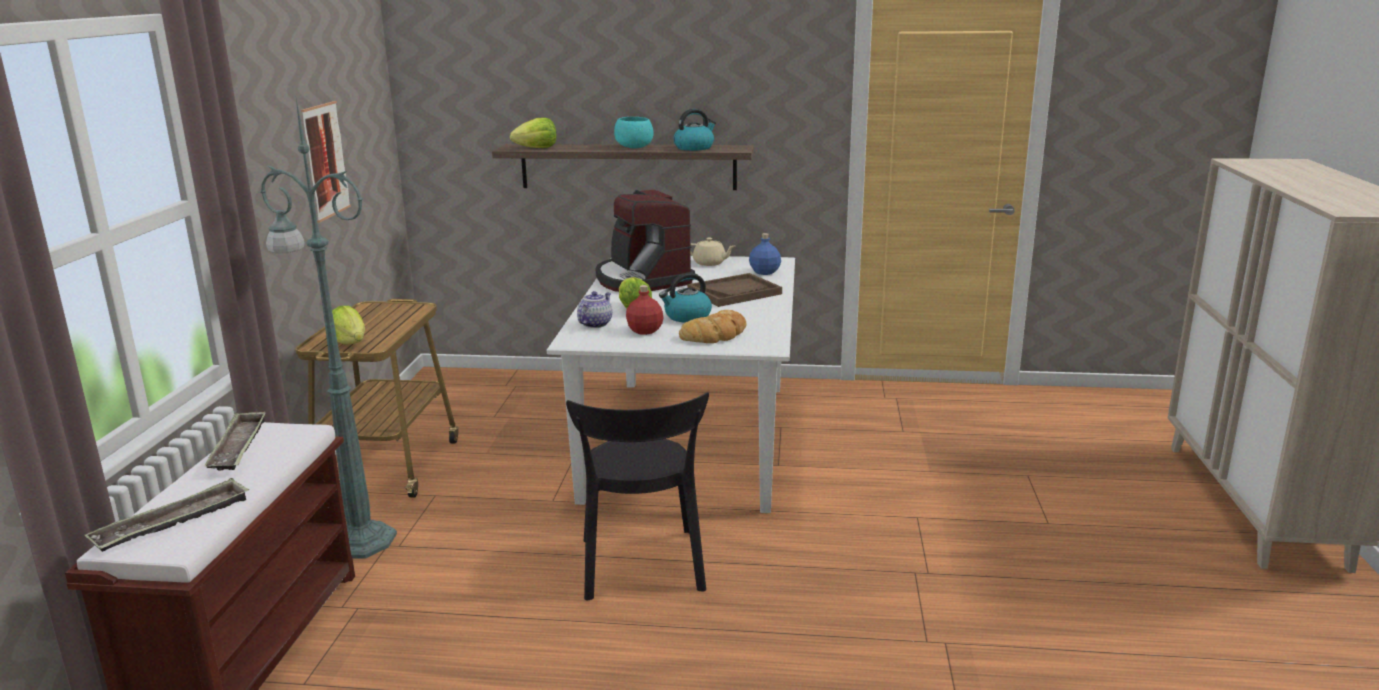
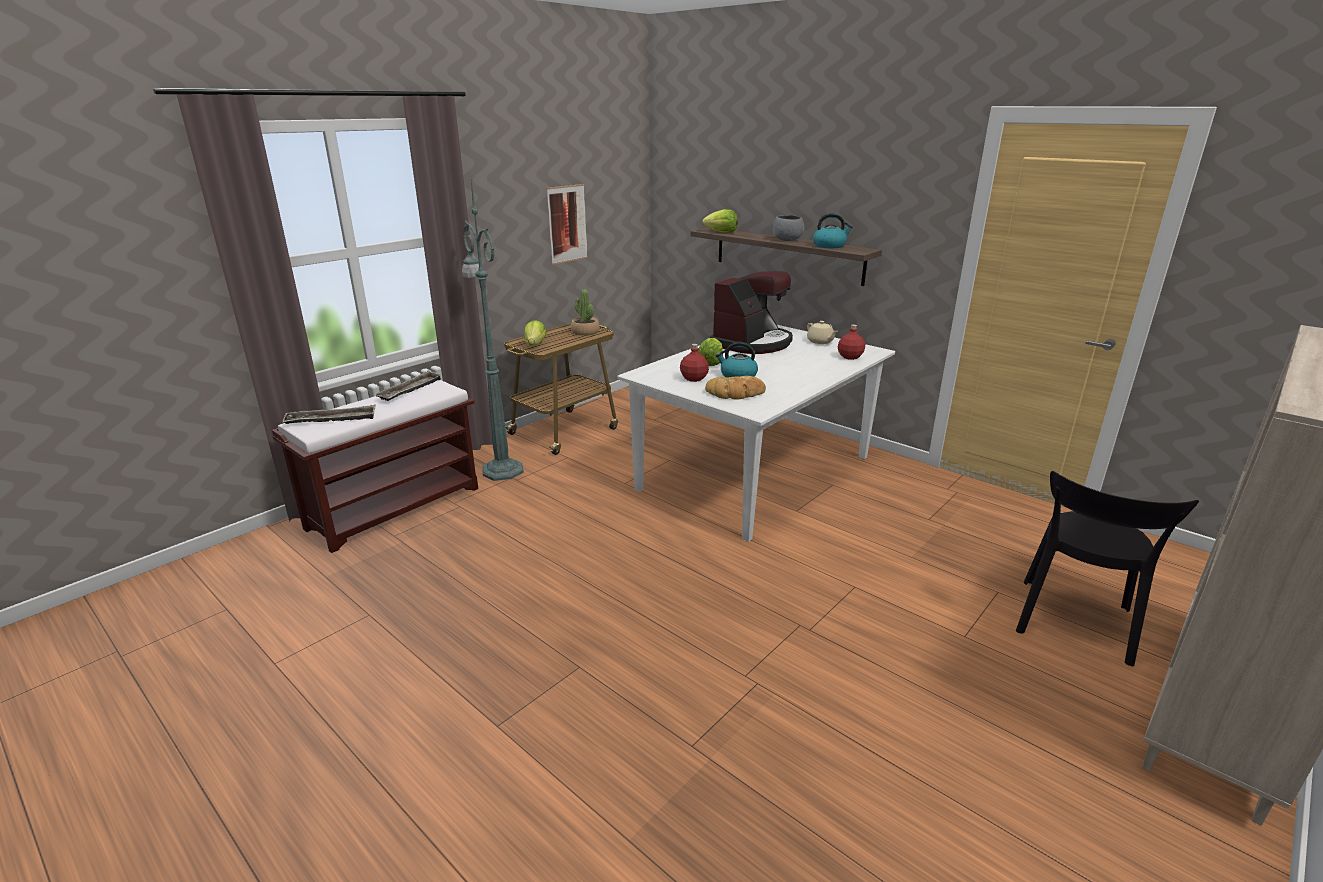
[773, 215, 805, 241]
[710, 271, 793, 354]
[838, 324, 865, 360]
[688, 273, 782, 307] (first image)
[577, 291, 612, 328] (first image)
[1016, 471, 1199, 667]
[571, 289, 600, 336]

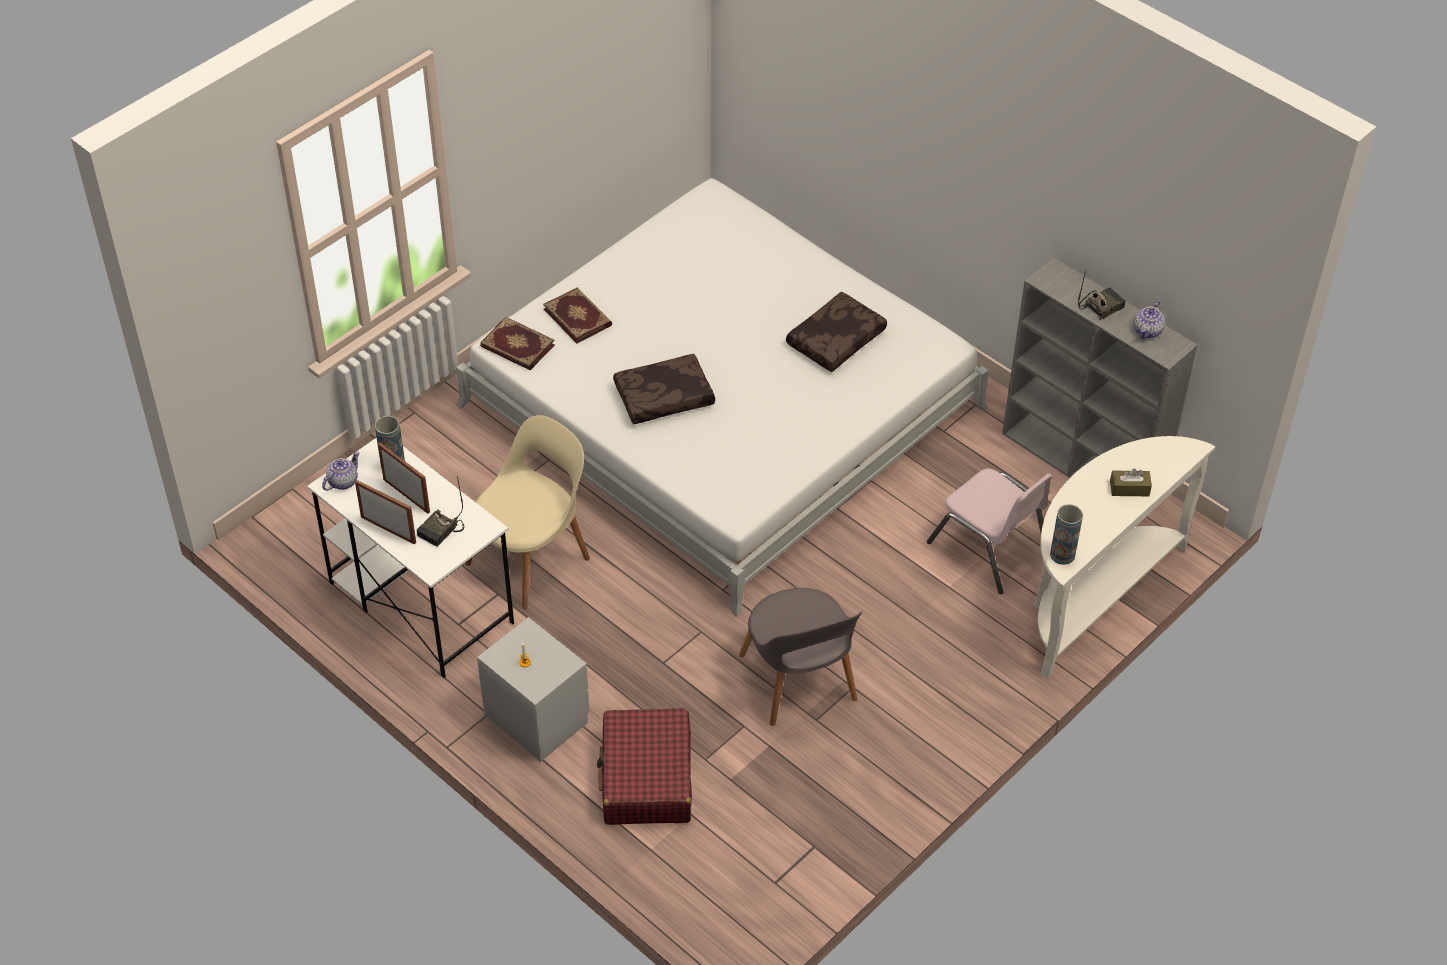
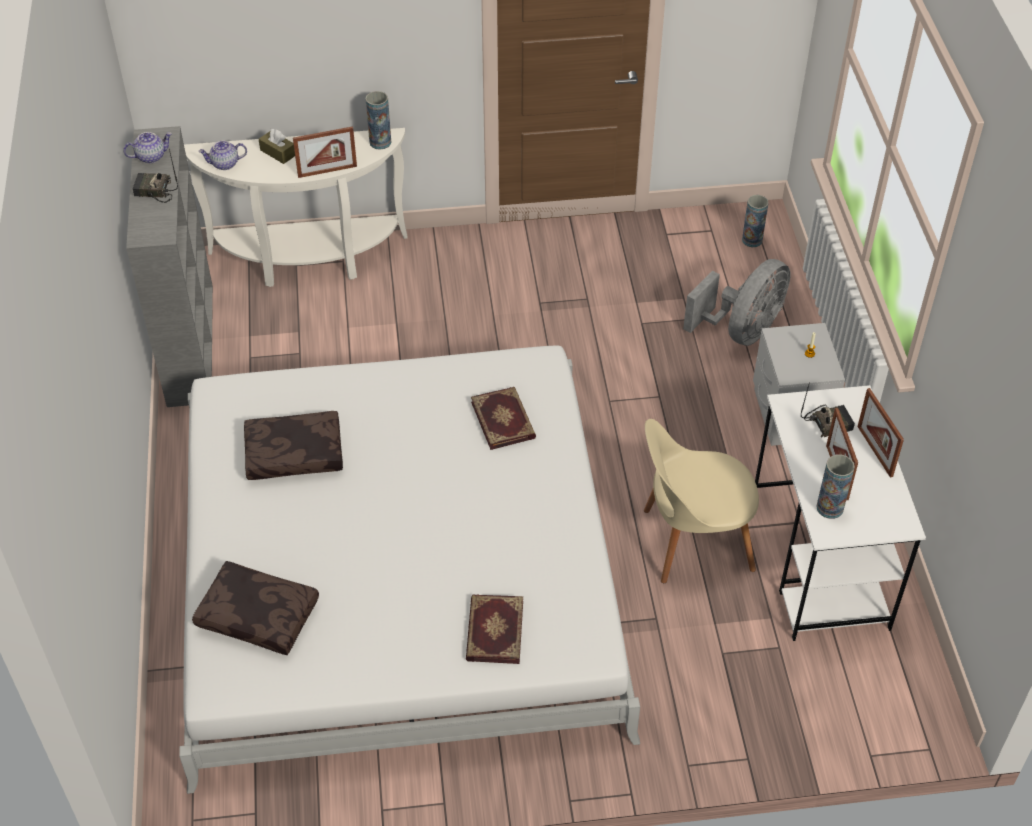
[471, 387, 536, 450]
[192, 561, 319, 655]
[198, 141, 247, 170]
[927, 468, 1052, 594] (first image)
[739, 588, 862, 726] (first image)
[683, 259, 790, 346]
[293, 126, 357, 178]
[742, 195, 769, 247]

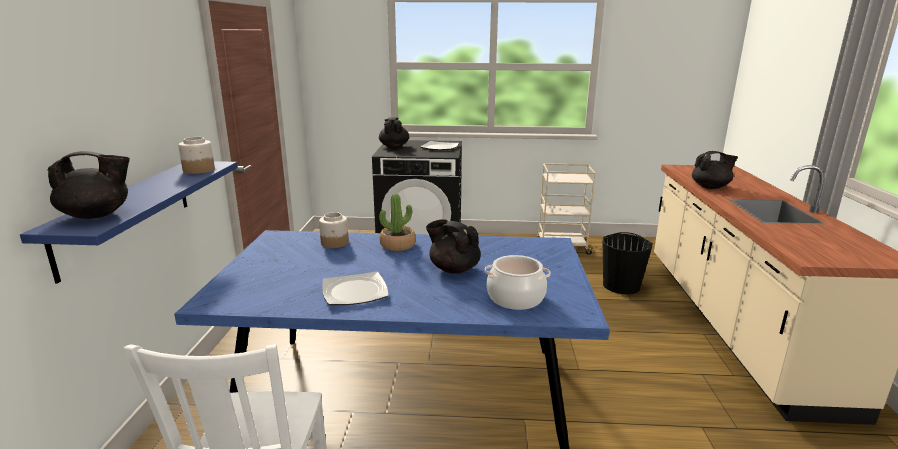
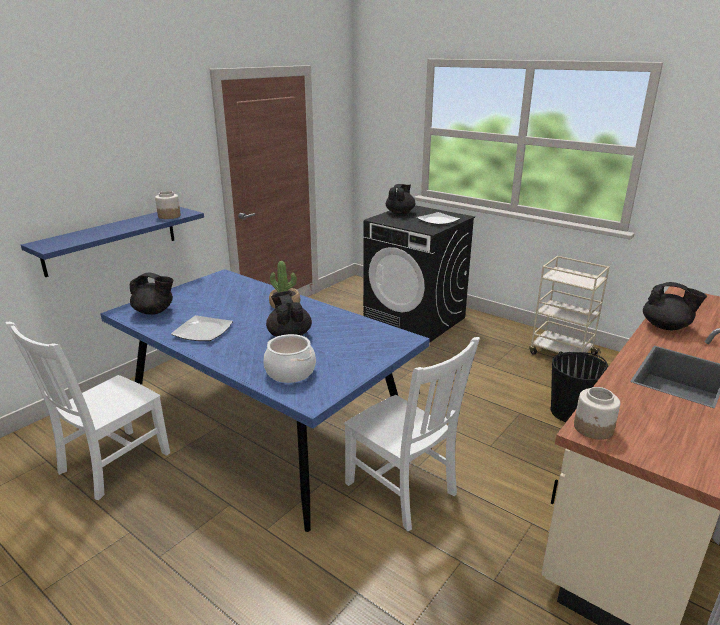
[130, 273, 173, 315]
[574, 387, 620, 440]
[344, 337, 480, 531]

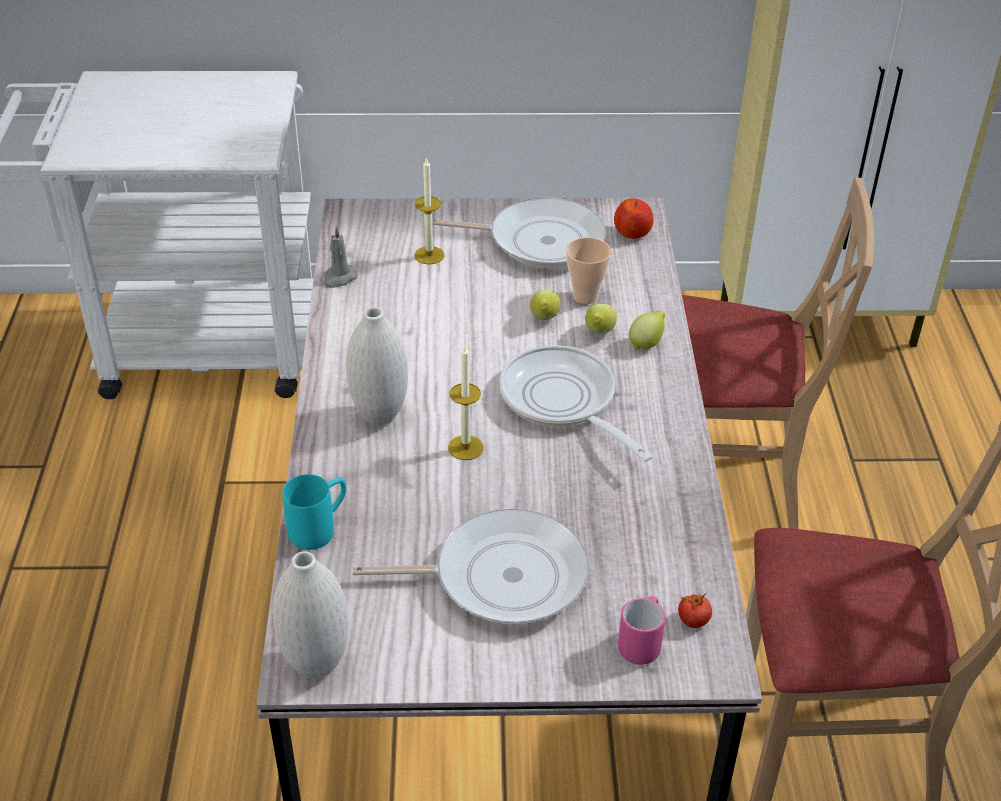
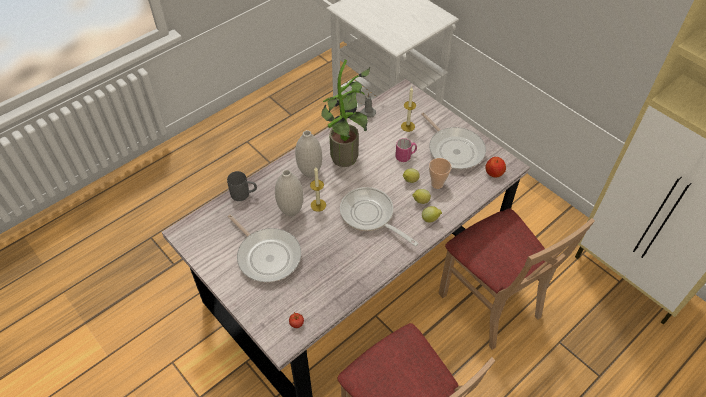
[340, 187, 419, 246]
[227, 171, 257, 201]
[275, 170, 303, 217]
[395, 138, 417, 162]
[322, 59, 371, 167]

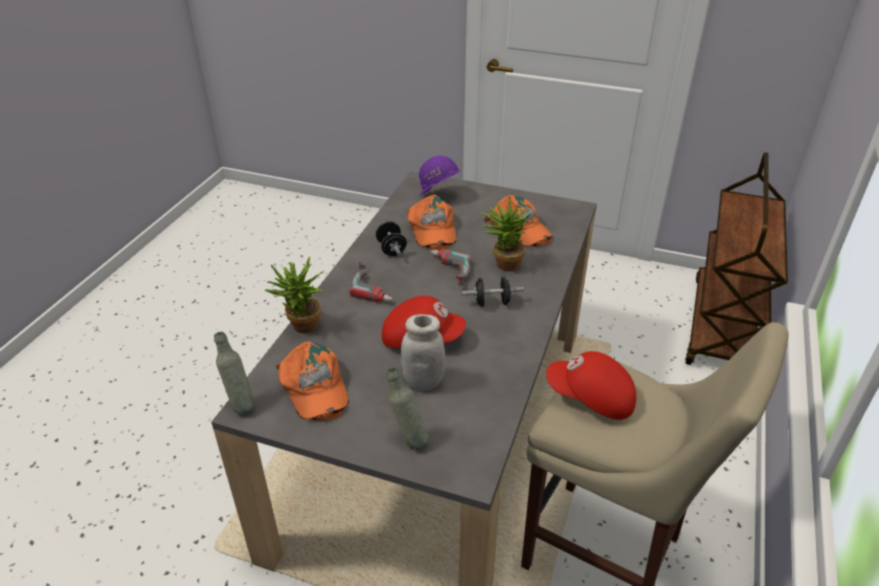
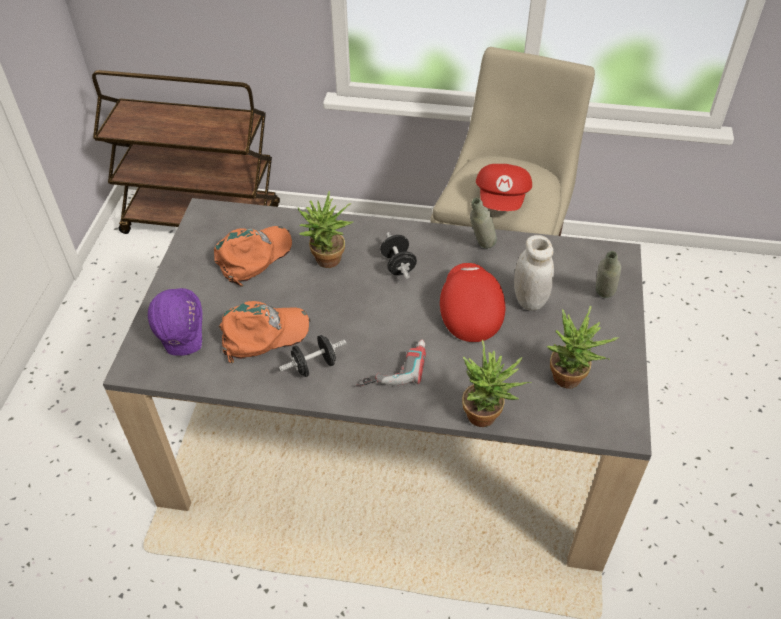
[431, 249, 472, 290] (first image)
[470, 198, 497, 249]
[547, 306, 619, 389]

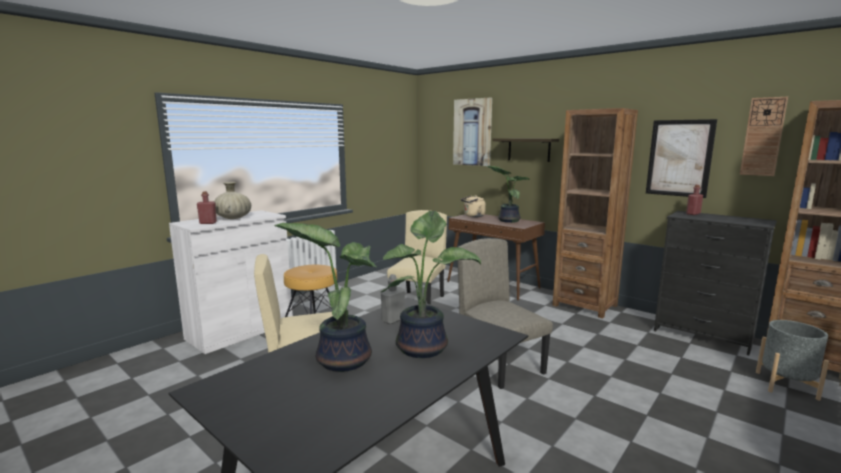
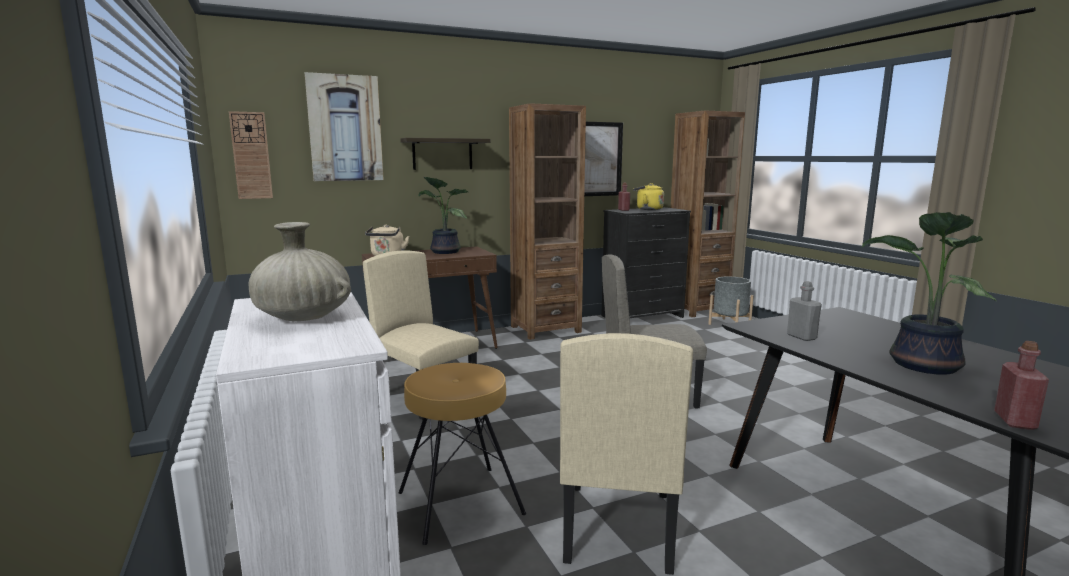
[229, 111, 273, 199]
[994, 341, 1049, 430]
[380, 211, 481, 358] (first image)
[633, 183, 664, 210]

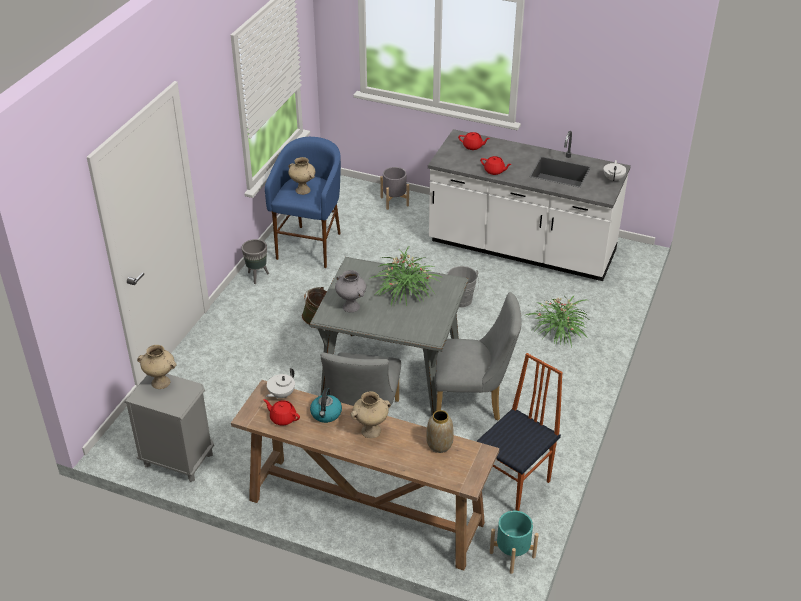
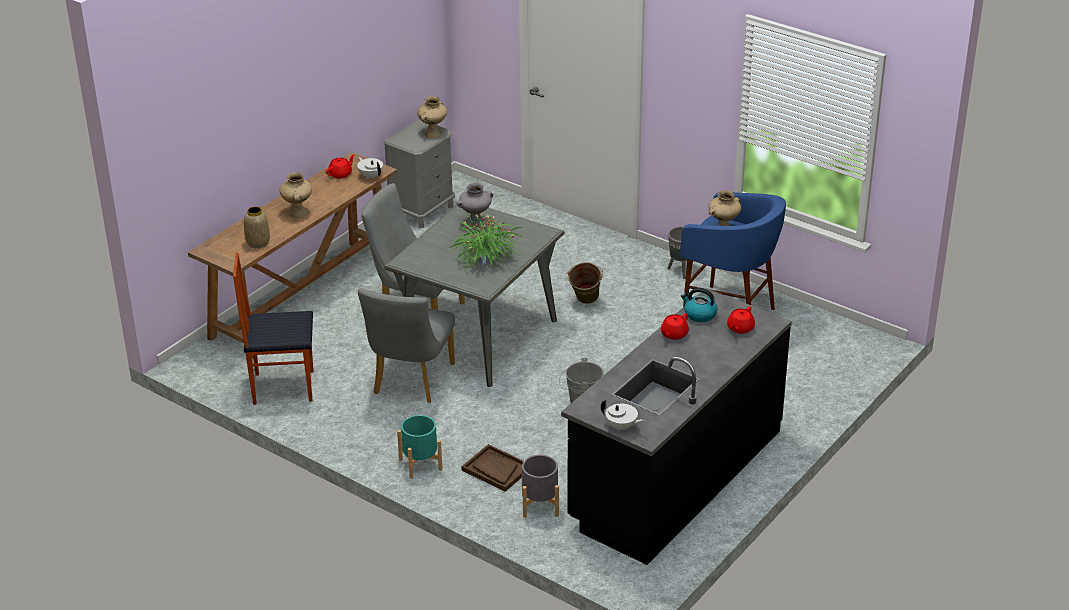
[561, 288, 792, 565]
[522, 455, 559, 518]
[462, 444, 524, 492]
[233, 252, 314, 405]
[681, 288, 718, 322]
[397, 415, 443, 479]

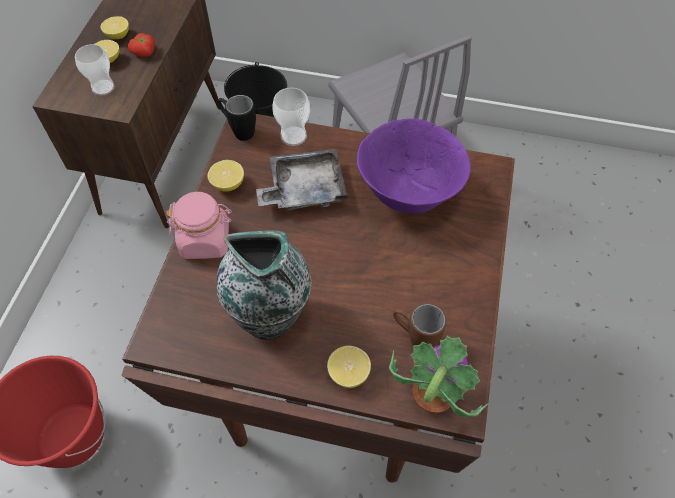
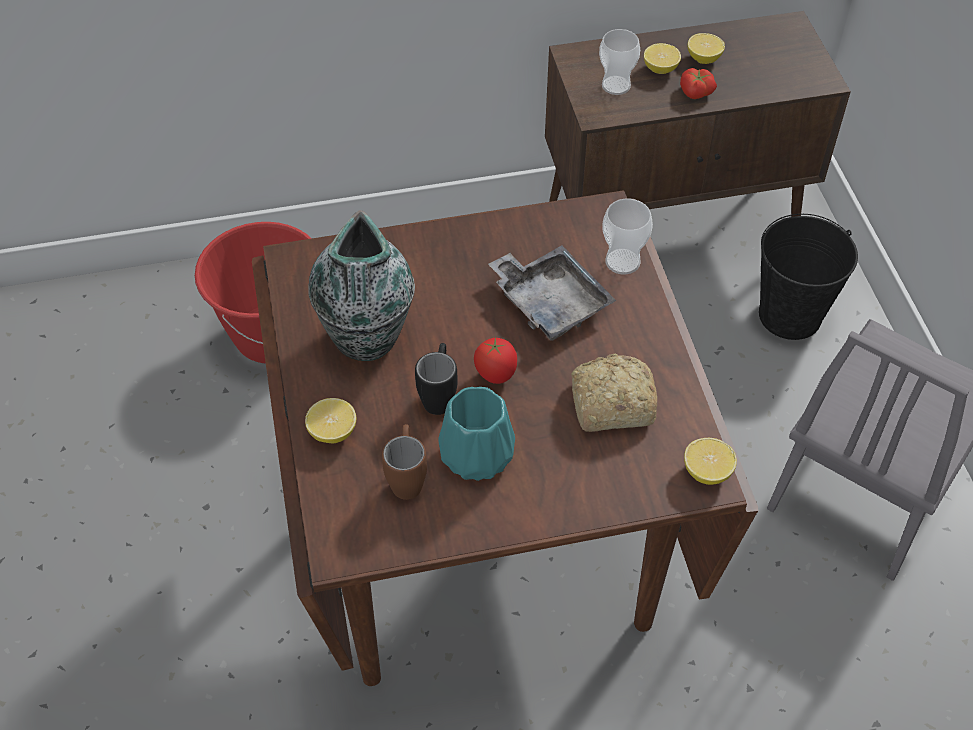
[415, 343, 458, 415]
[571, 354, 657, 432]
[684, 438, 737, 485]
[166, 192, 232, 259] (first image)
[389, 336, 490, 417] (first image)
[474, 337, 517, 384]
[438, 387, 515, 481]

